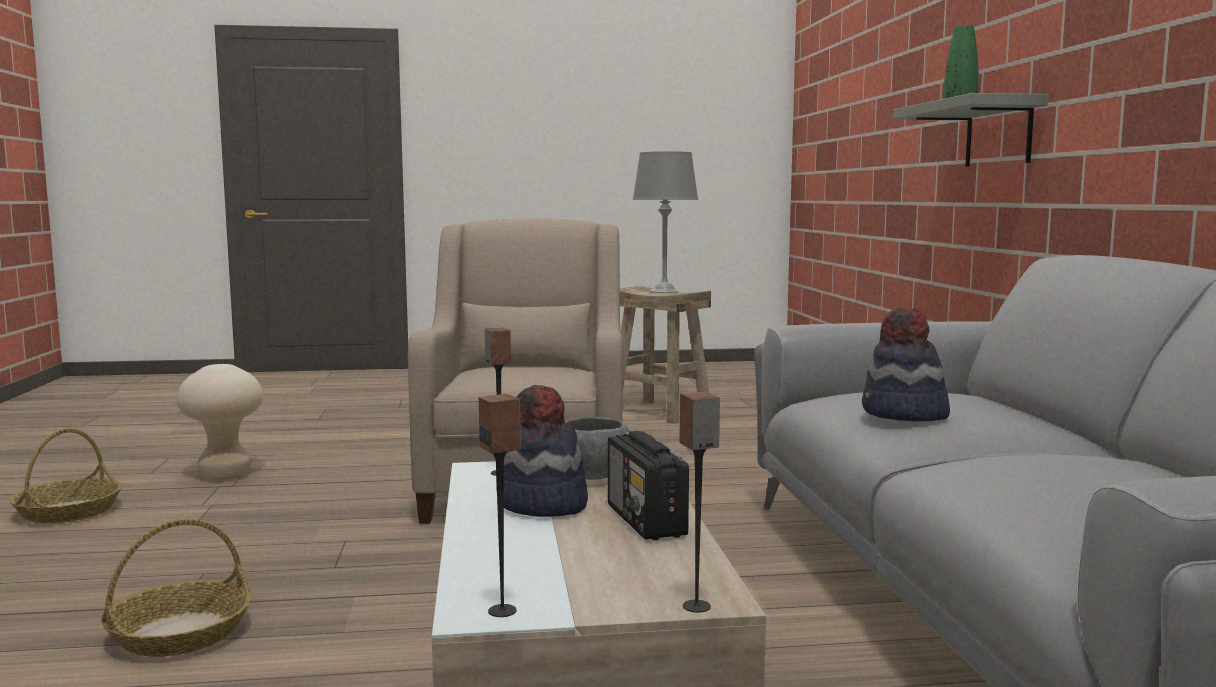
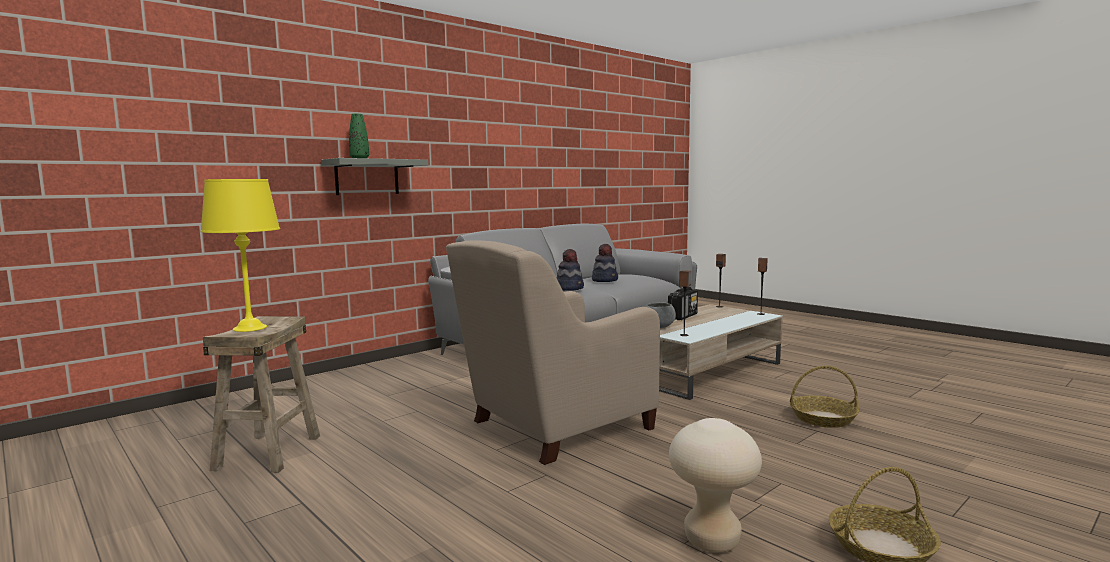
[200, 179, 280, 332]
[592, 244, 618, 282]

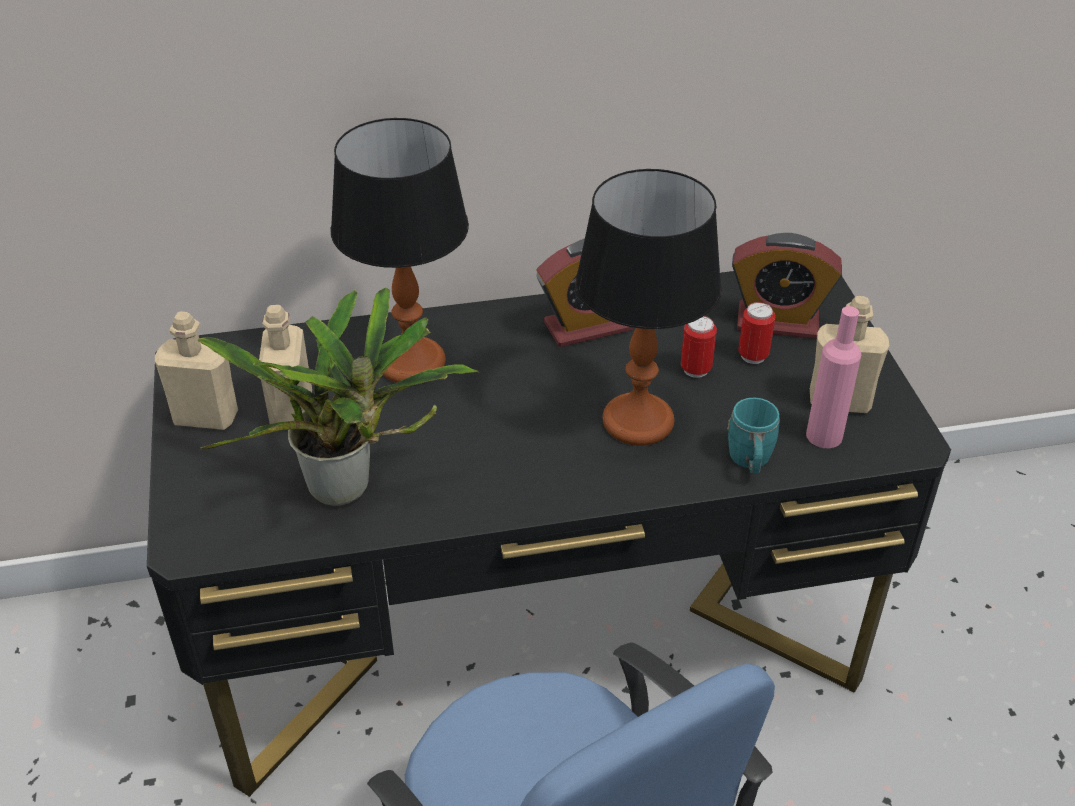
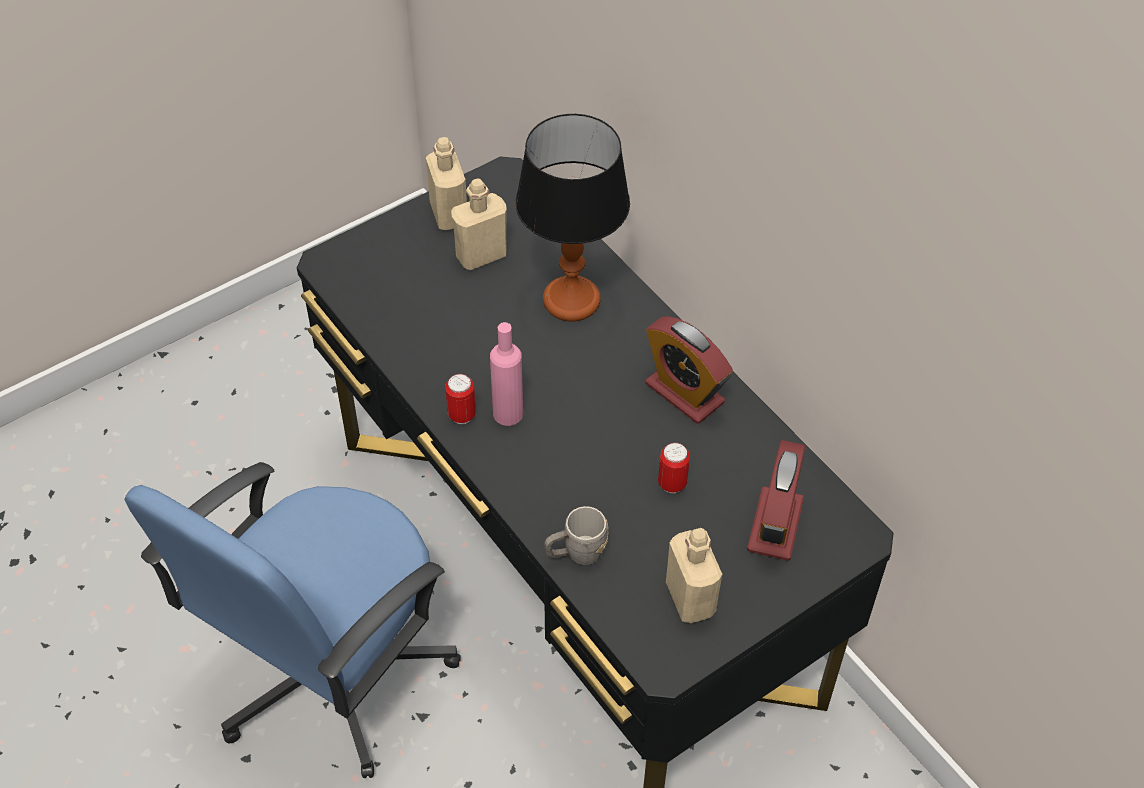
[576, 169, 722, 446] (first image)
[747, 440, 806, 561]
[198, 287, 480, 506] (first image)
[445, 374, 476, 424]
[490, 322, 523, 426]
[544, 506, 609, 566]

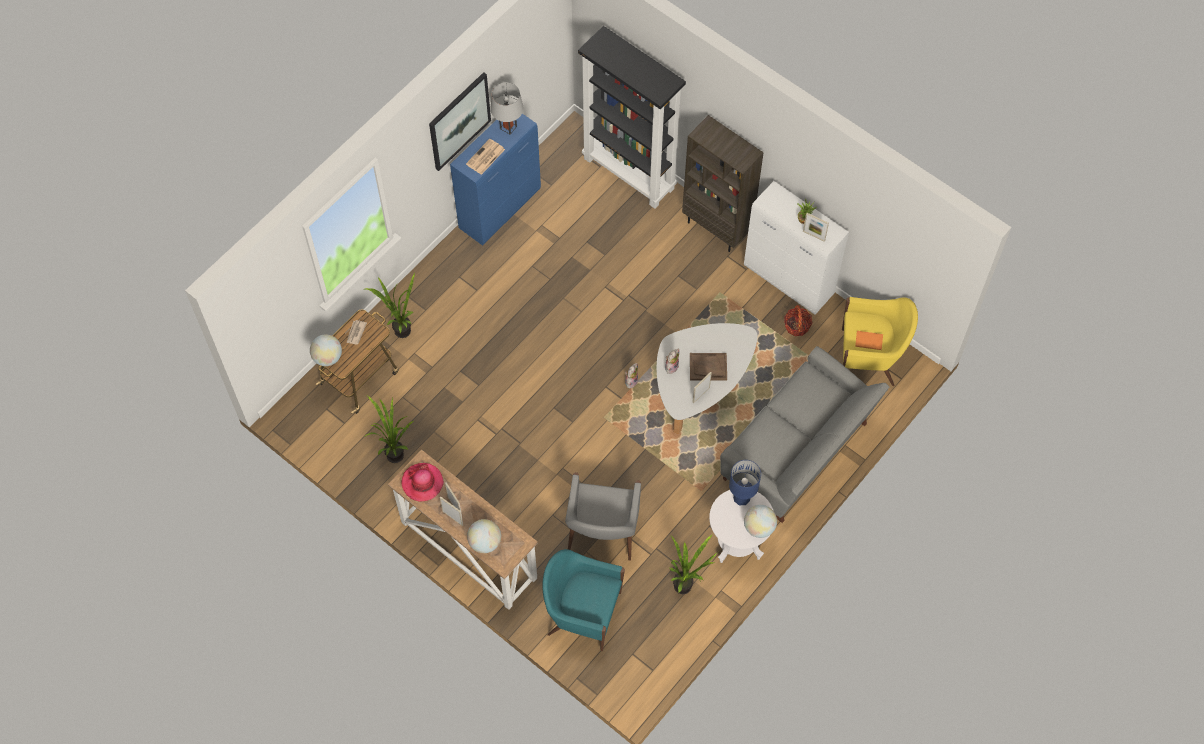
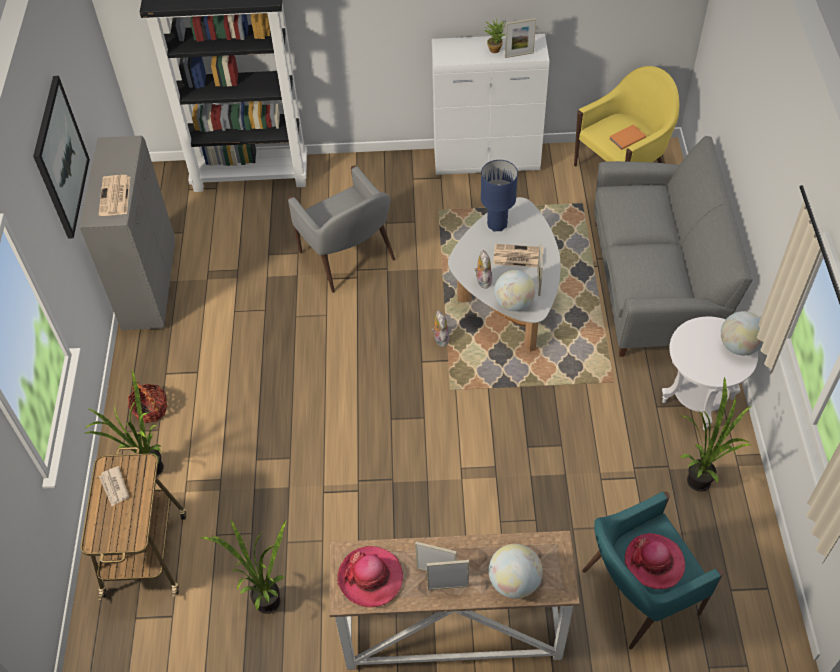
[490, 82, 524, 135] (first image)
[79, 136, 175, 330]
[682, 115, 764, 252] (first image)
[128, 382, 167, 423]
[494, 270, 536, 311]
[493, 244, 543, 268]
[481, 160, 518, 232]
[288, 166, 395, 293]
[625, 533, 685, 589]

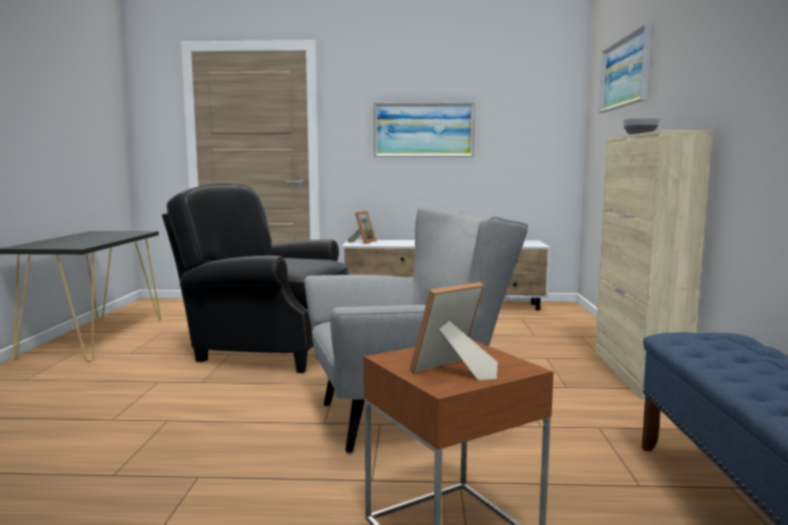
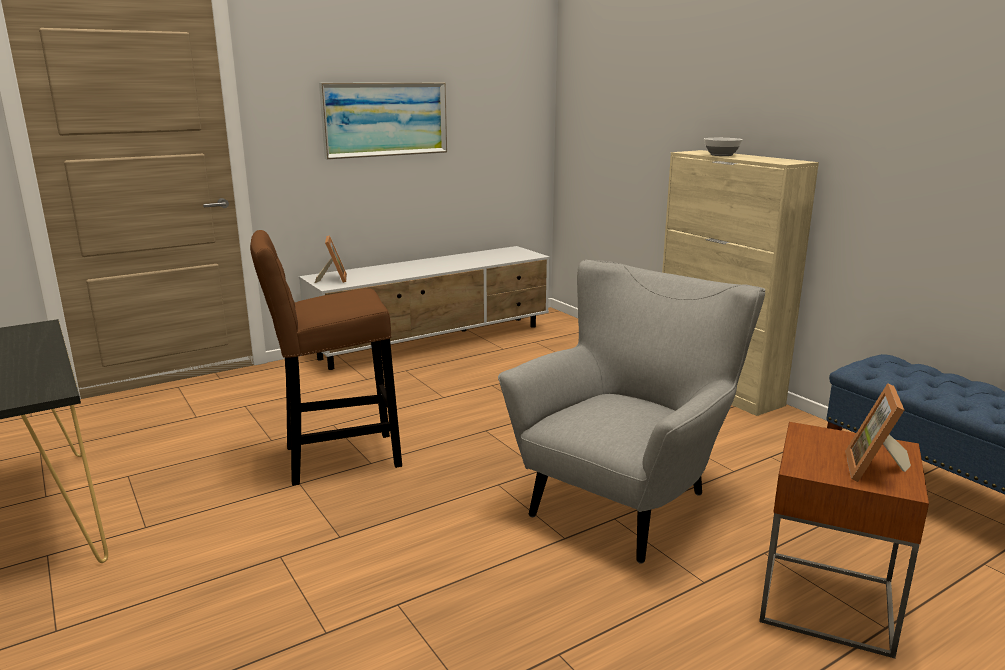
[598, 23, 652, 113] (first image)
[250, 230, 402, 486]

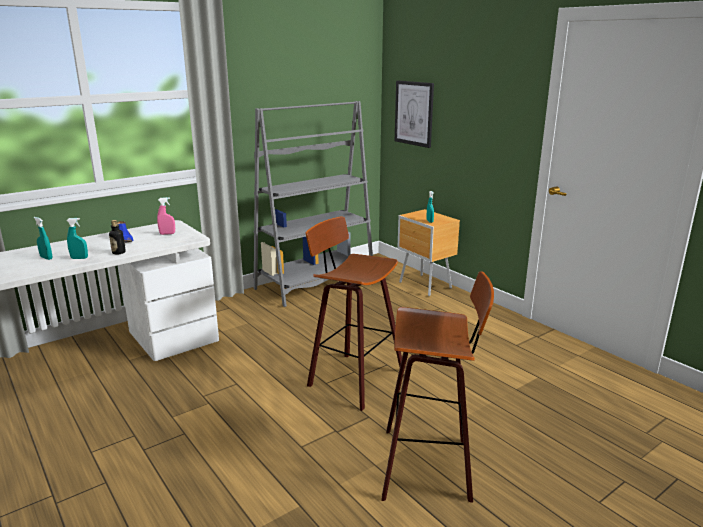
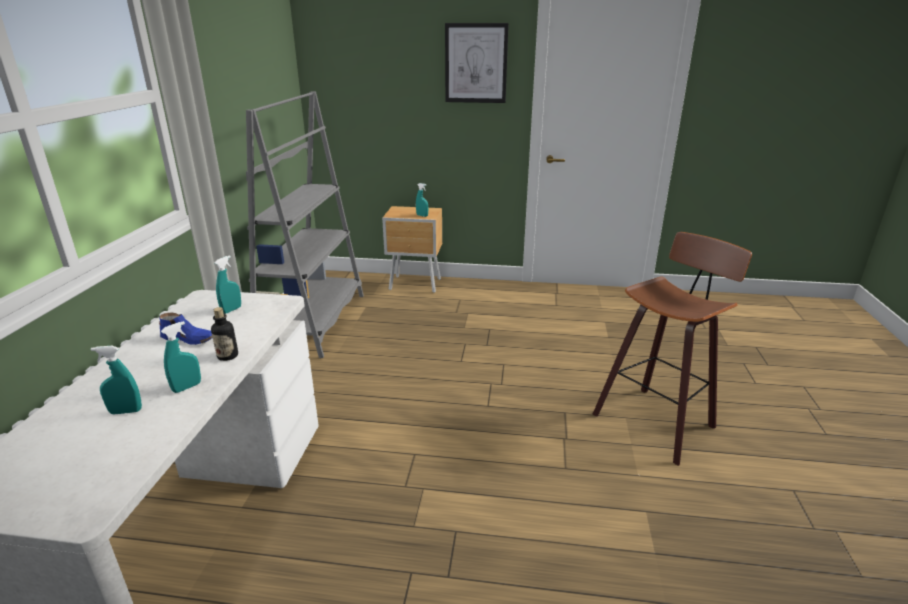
[445, 23, 509, 103]
[215, 255, 241, 314]
[306, 216, 402, 411] (first image)

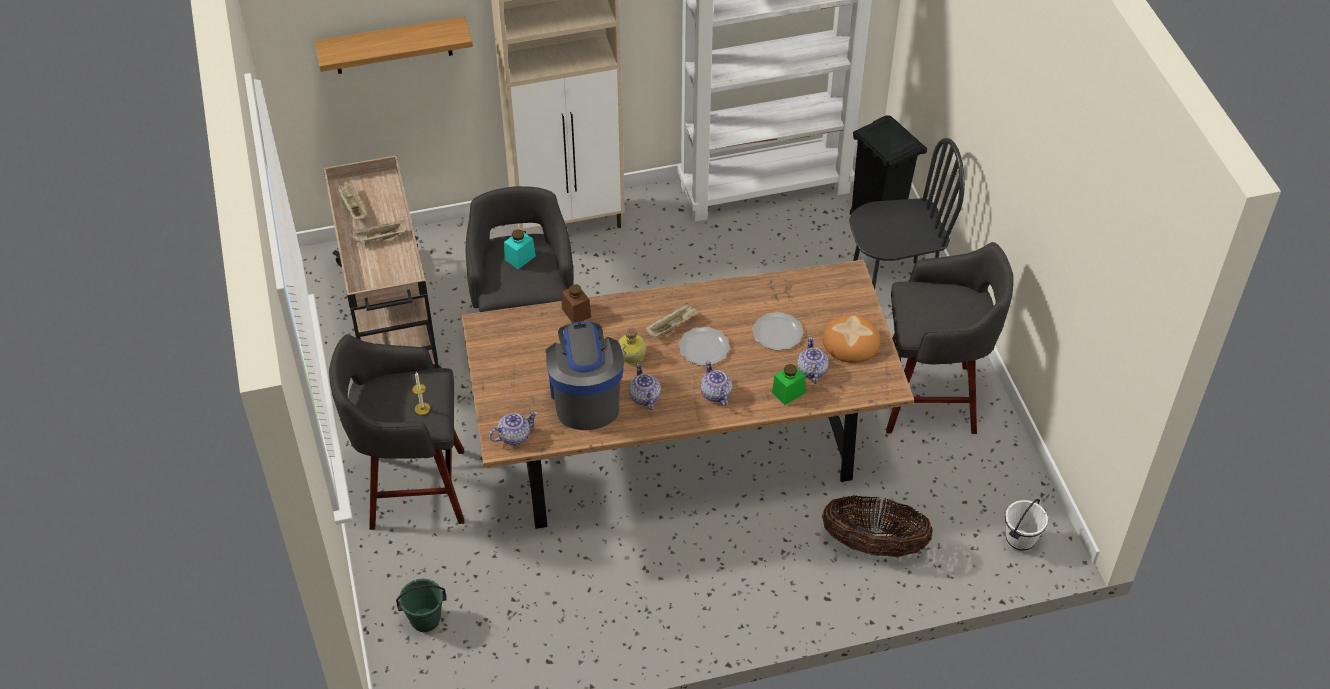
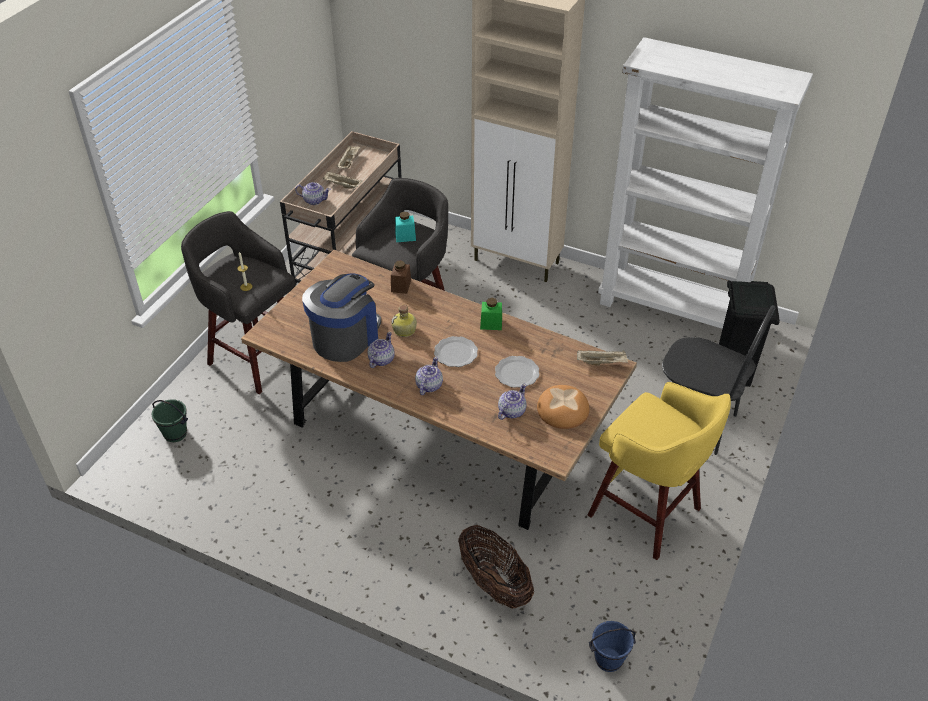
[314, 16, 473, 74] (first image)
[588, 382, 731, 560]
[577, 350, 628, 366]
[480, 298, 502, 330]
[295, 182, 331, 205]
[589, 621, 636, 672]

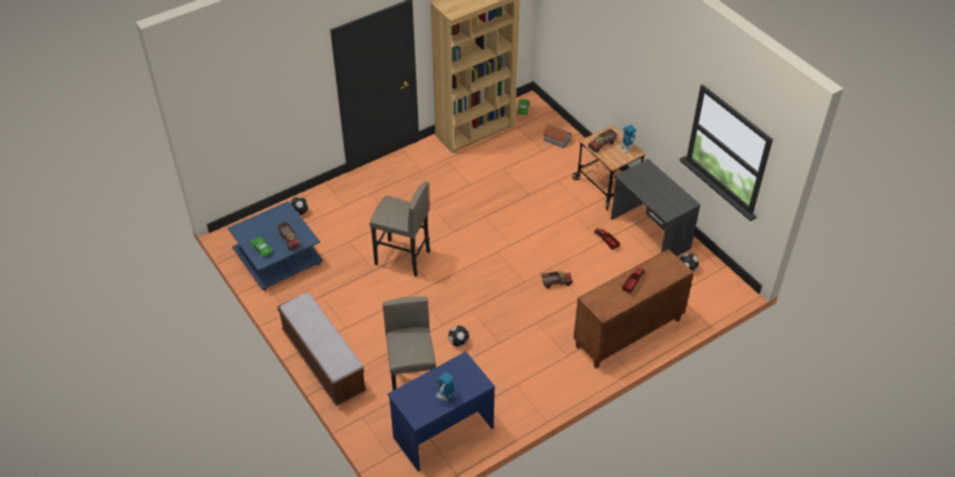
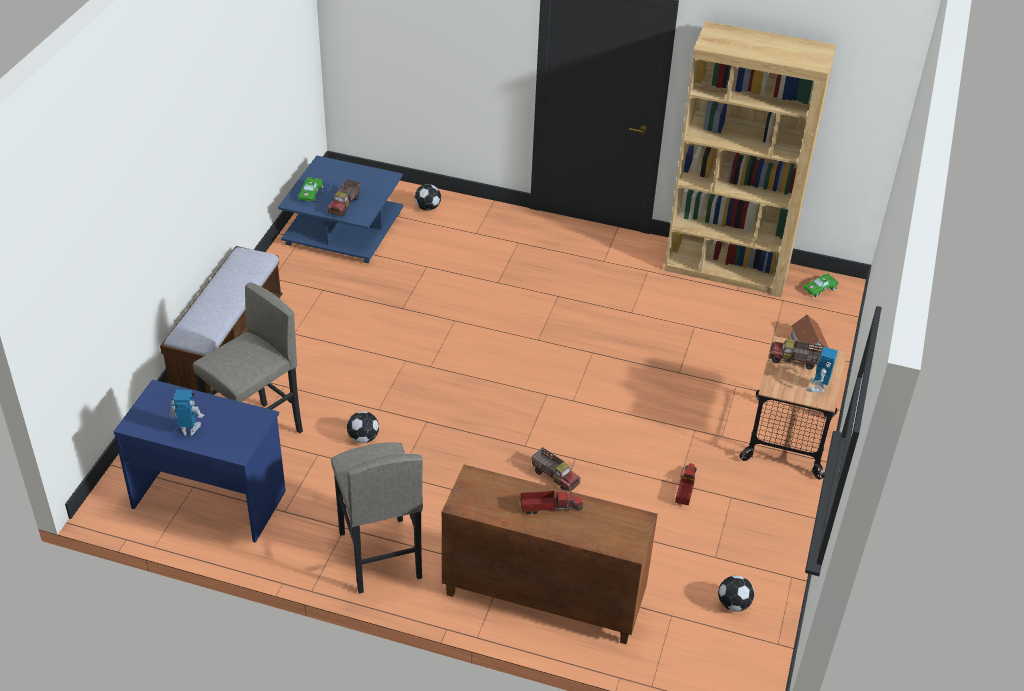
[611, 159, 701, 256] (first image)
[331, 442, 423, 594]

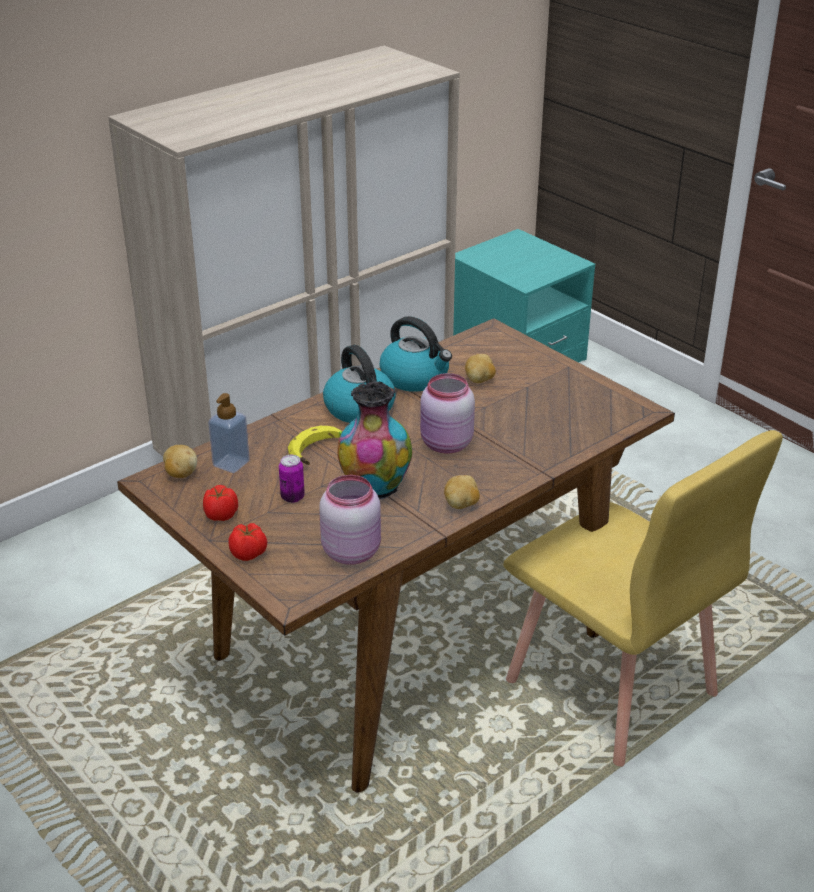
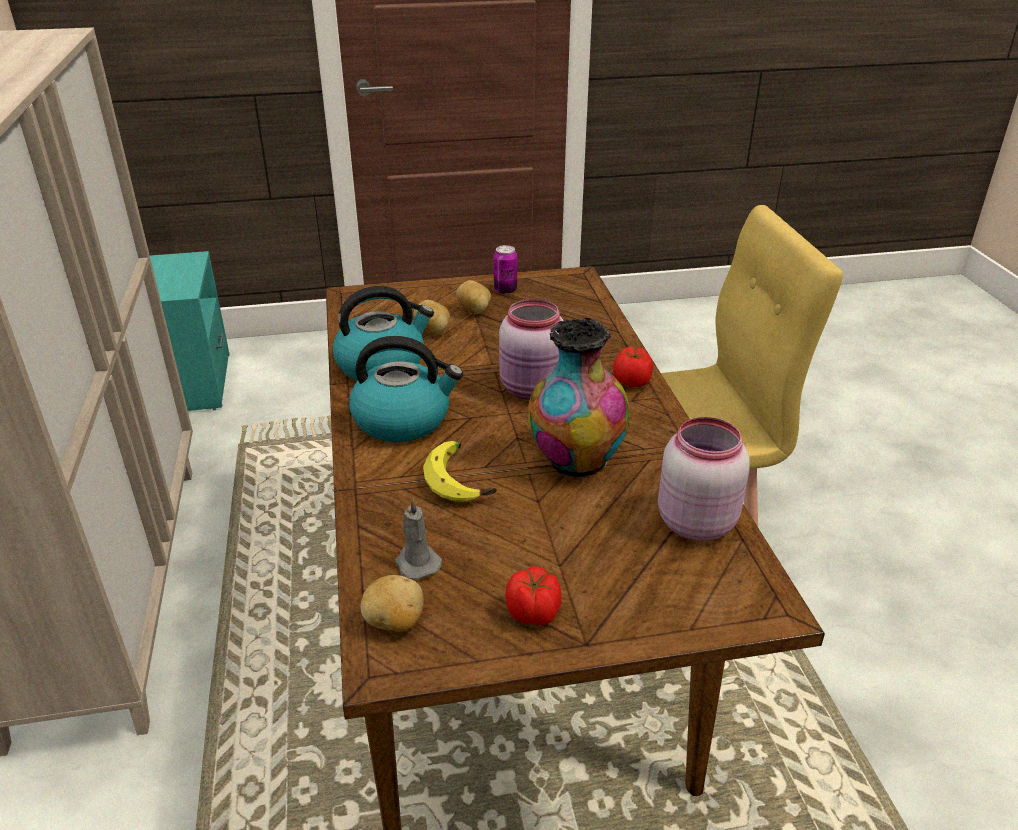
[395, 497, 442, 580]
[494, 245, 517, 294]
[456, 280, 491, 314]
[613, 347, 653, 387]

